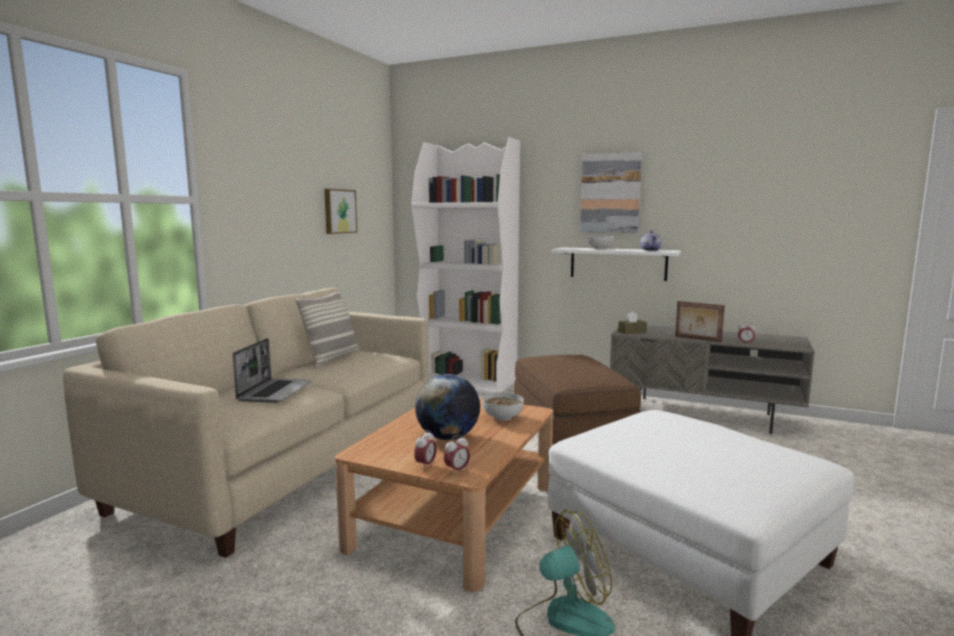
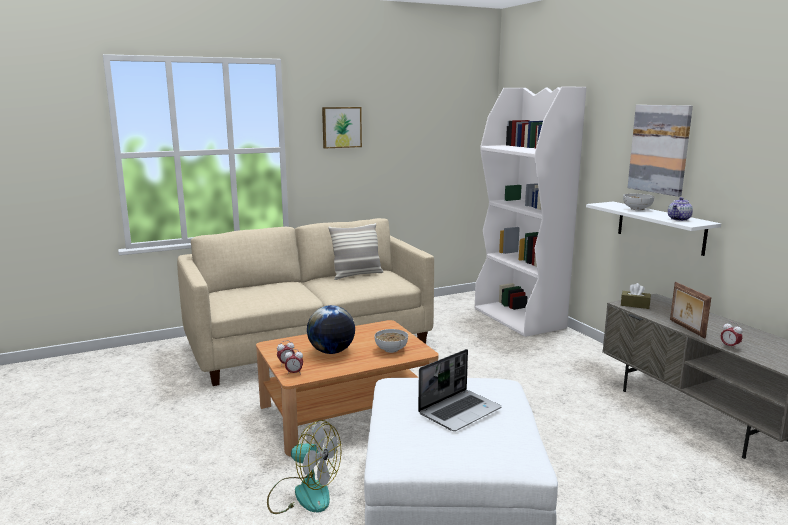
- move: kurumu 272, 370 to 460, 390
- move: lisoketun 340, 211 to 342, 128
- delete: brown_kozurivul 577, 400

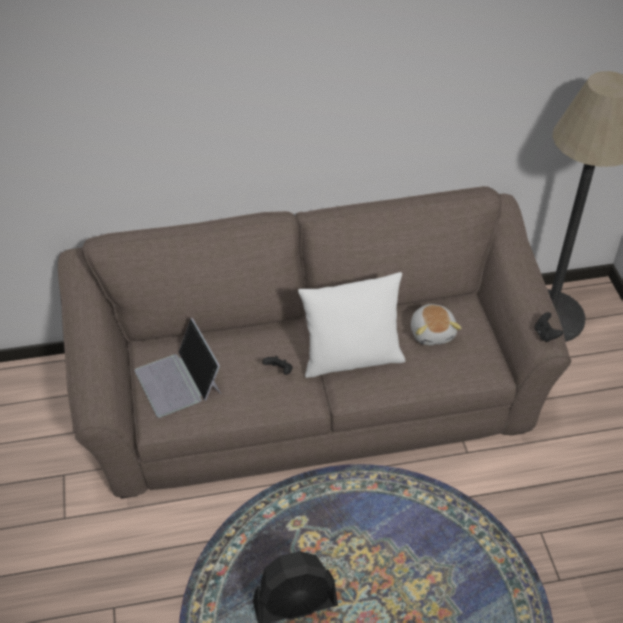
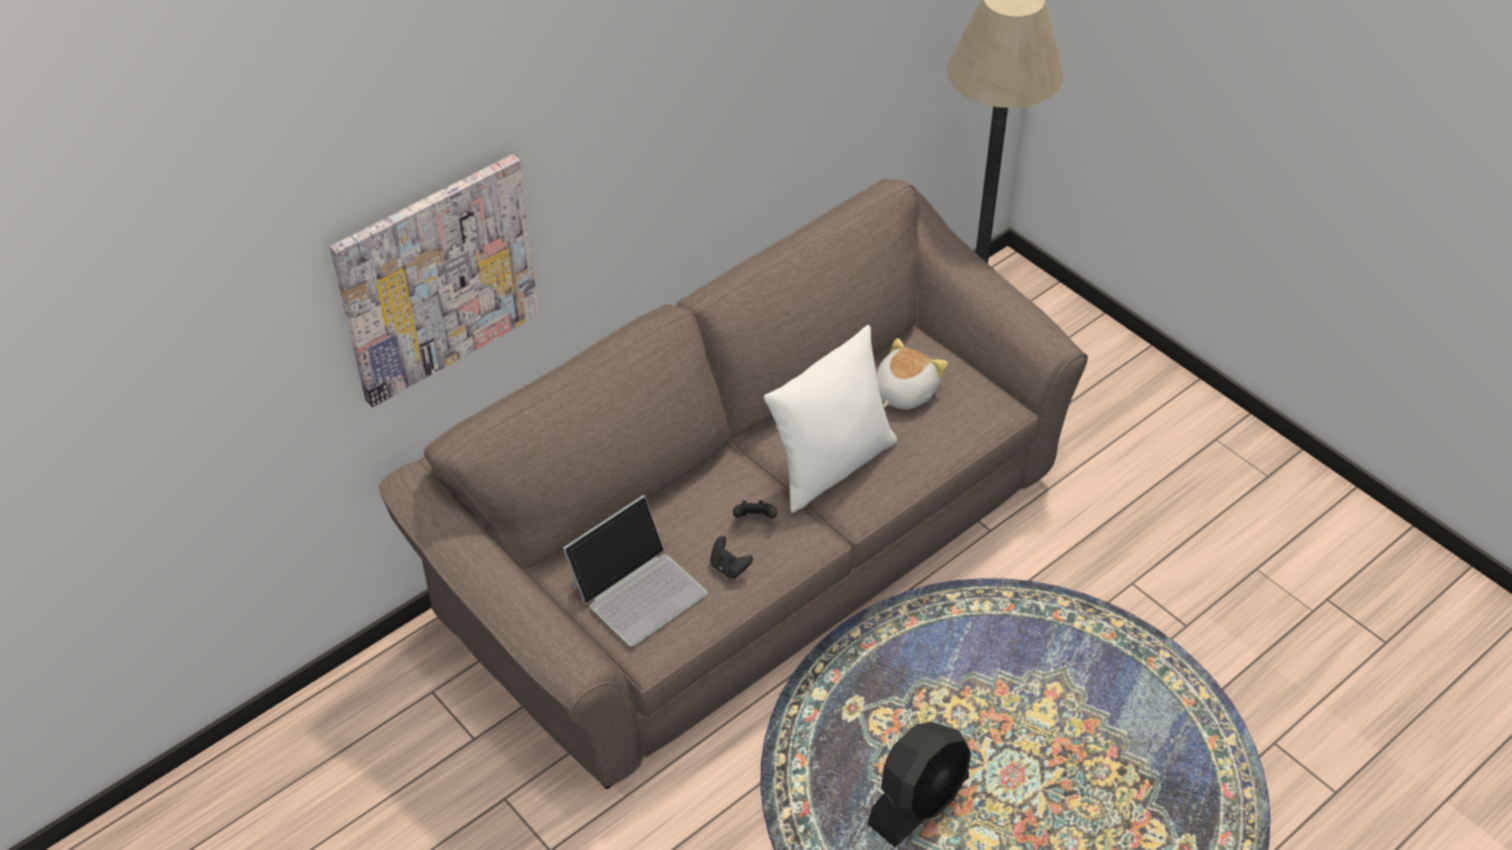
- rotate: kurumu 178, 368 = 635, 570 75 degrees counterclockwise
- rotate: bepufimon 436, 324 = 912, 373 105 degrees counterclockwise
- move: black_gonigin 548, 327 to 731, 557
- insert: lisoketun 434, 280

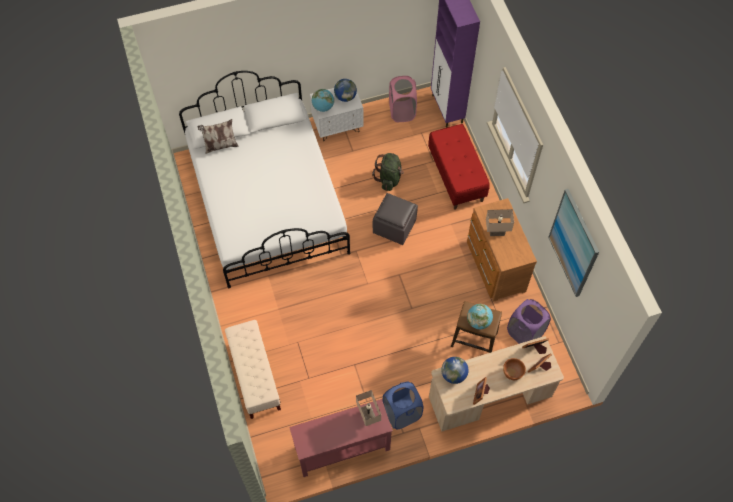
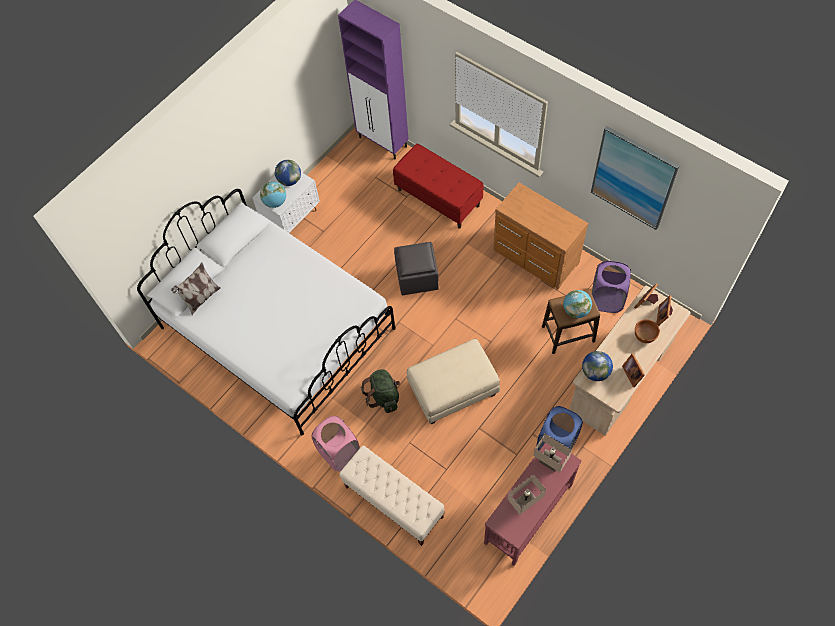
- move: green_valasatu 388, 172 to 380, 391
- move: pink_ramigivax 403, 99 to 335, 444
- move: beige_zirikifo 500, 222 to 527, 494
- insert: beige_kozurivul 453, 381

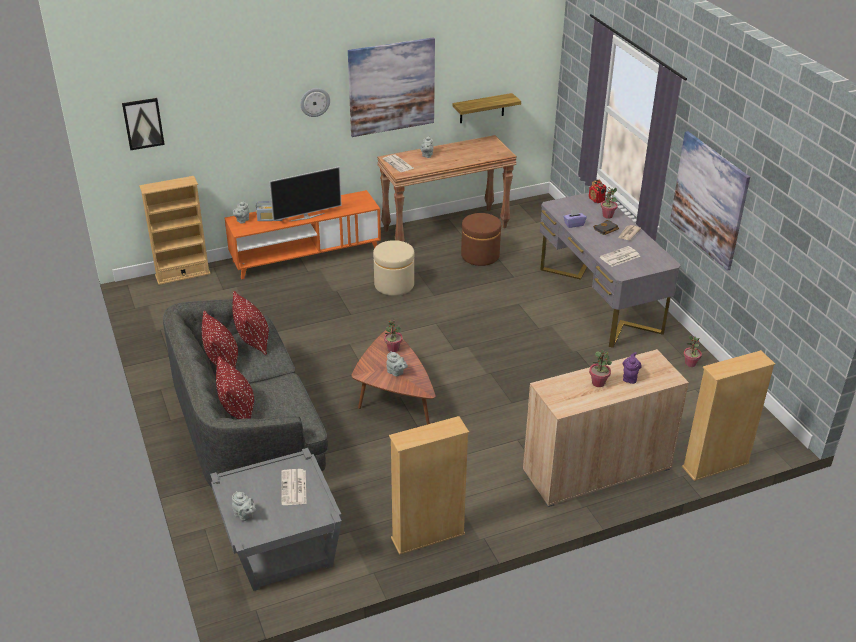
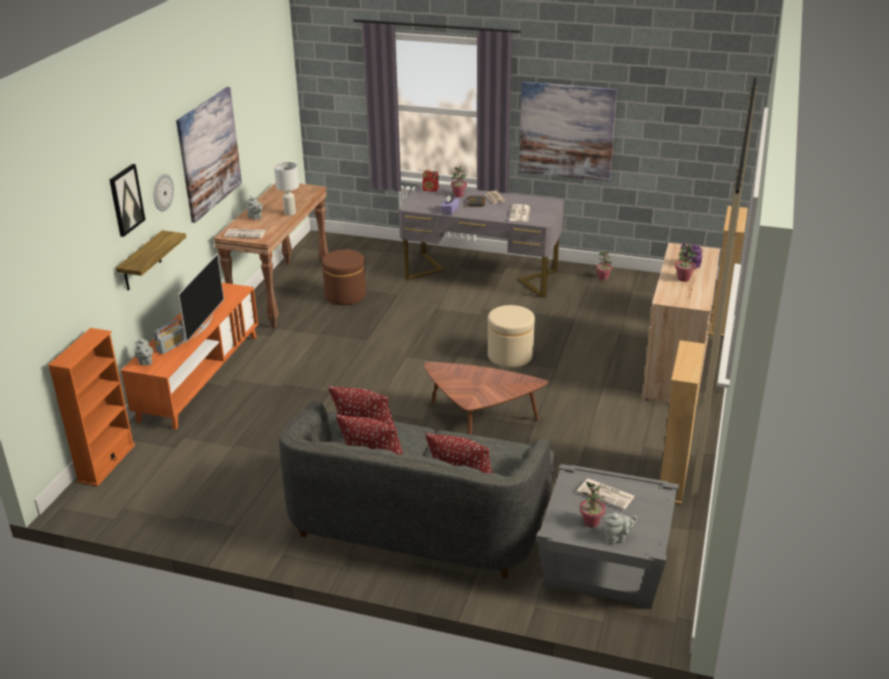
- move: lisoketun 143, 124 to 127, 200
- recolor: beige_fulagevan 175, 230 to orange_fulagevan 91, 407
- move: beige_kozurivul 394, 268 to 511, 336
- move: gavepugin 393, 335 to 592, 505
- delete: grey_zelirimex 397, 364
- move: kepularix 487, 108 to 151, 260
- insert: white_zirikifo 286, 189

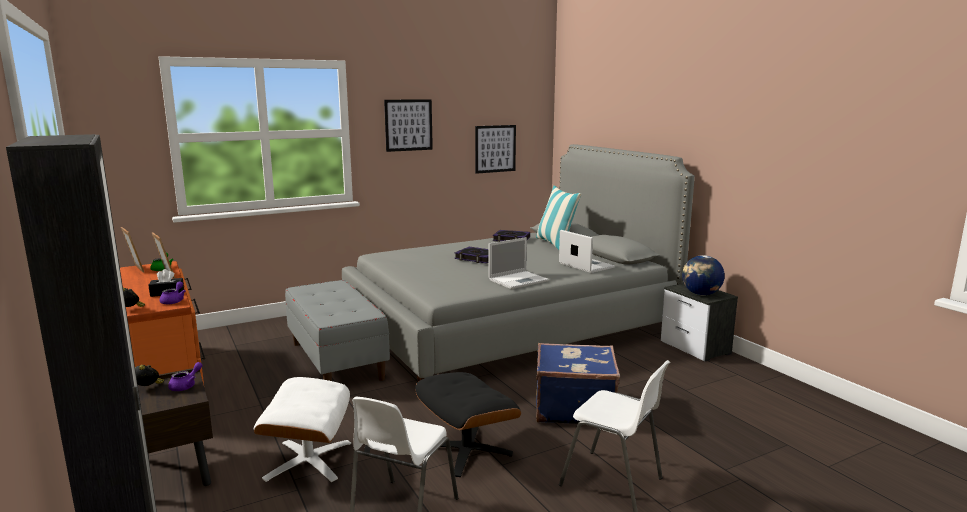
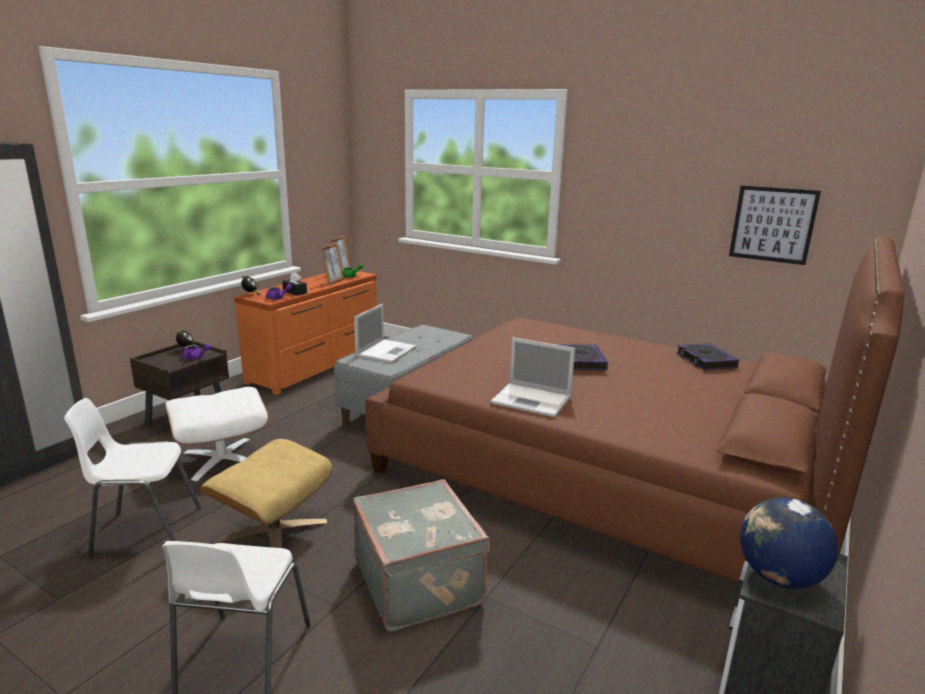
- recolor: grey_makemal 518, 262 to brown_makemal 635, 410
- delete: lisoketun 408, 125
- recolor: black_kozurivul 468, 424 to beige_kozurivul 267, 493
- delete: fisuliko 559, 218
- recolor: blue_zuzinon 578, 383 to grey_zuzinon 421, 555
- move: kurumu 587, 251 to 385, 333

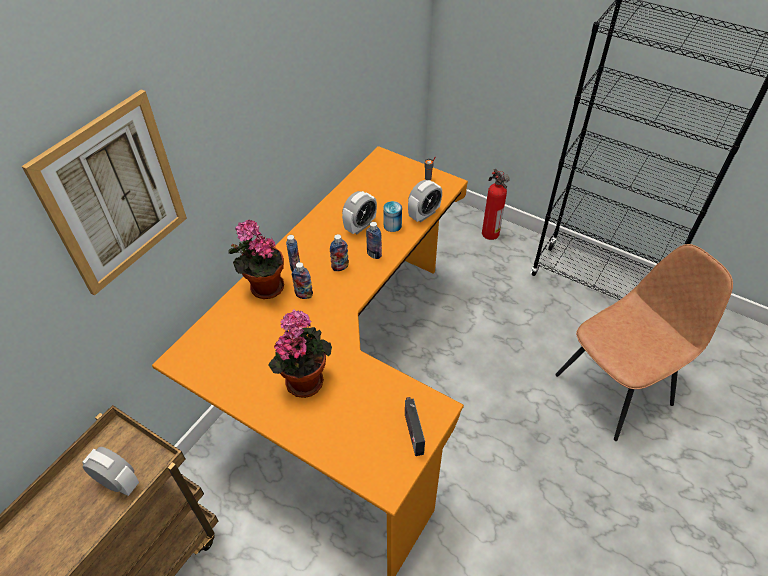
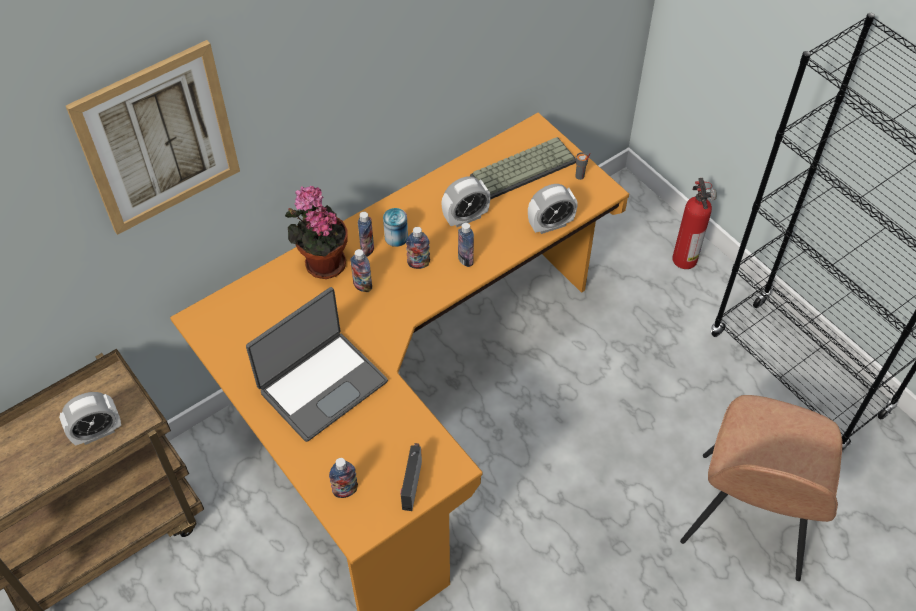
- rotate: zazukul 111, 471 = 90, 419 105 degrees clockwise
- replace: gavepugin 300, 353 to kurumu 317, 364
- move: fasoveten 392, 216 to 395, 227
- rotate: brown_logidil 644, 342 = 761, 488 120 degrees clockwise
- insert: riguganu 343, 478
- insert: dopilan 523, 168

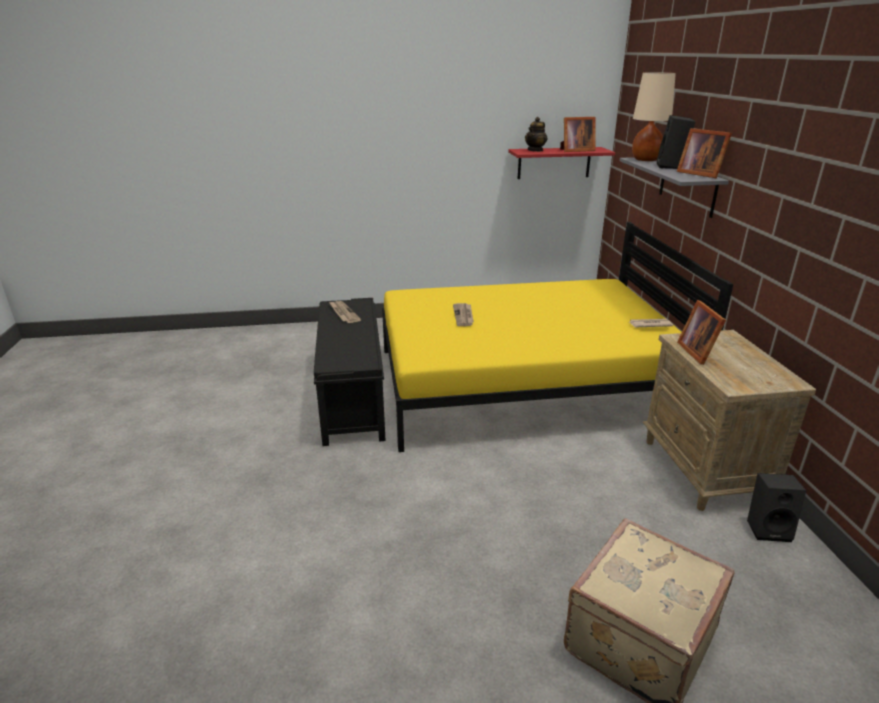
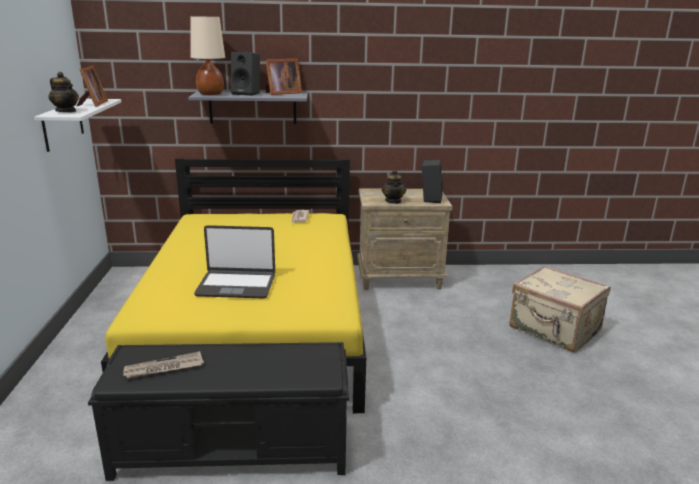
- replace: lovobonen 463, 314 to kurumu 234, 261
- recolor: red_kepularix 561, 163 to white_kepularix 77, 125
- replace: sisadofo 701, 332 to zelirimex 393, 187
- move: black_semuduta 776, 507 to 432, 181

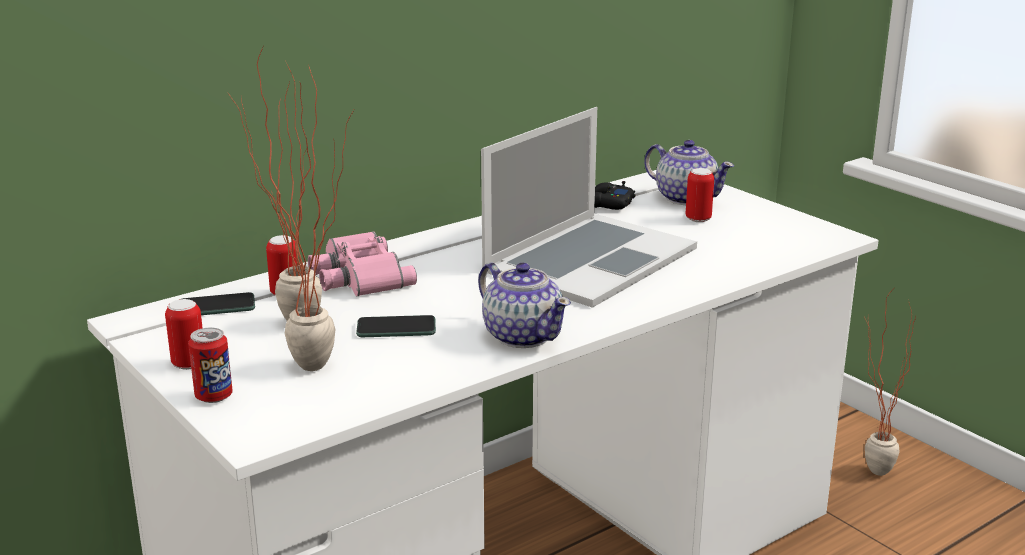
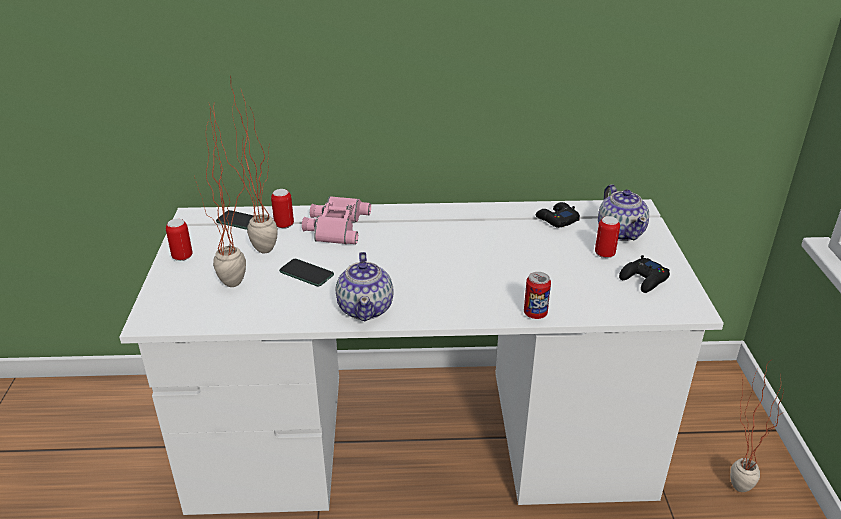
- move: fasoveten 210, 365 to 537, 295
- delete: kurumu 589, 207
- insert: black_gonigin 644, 274

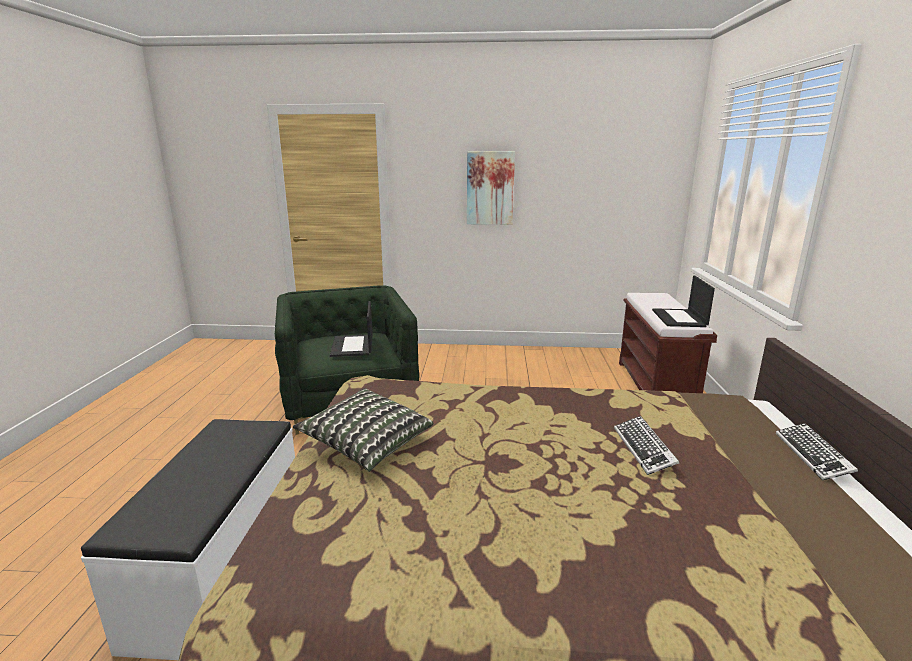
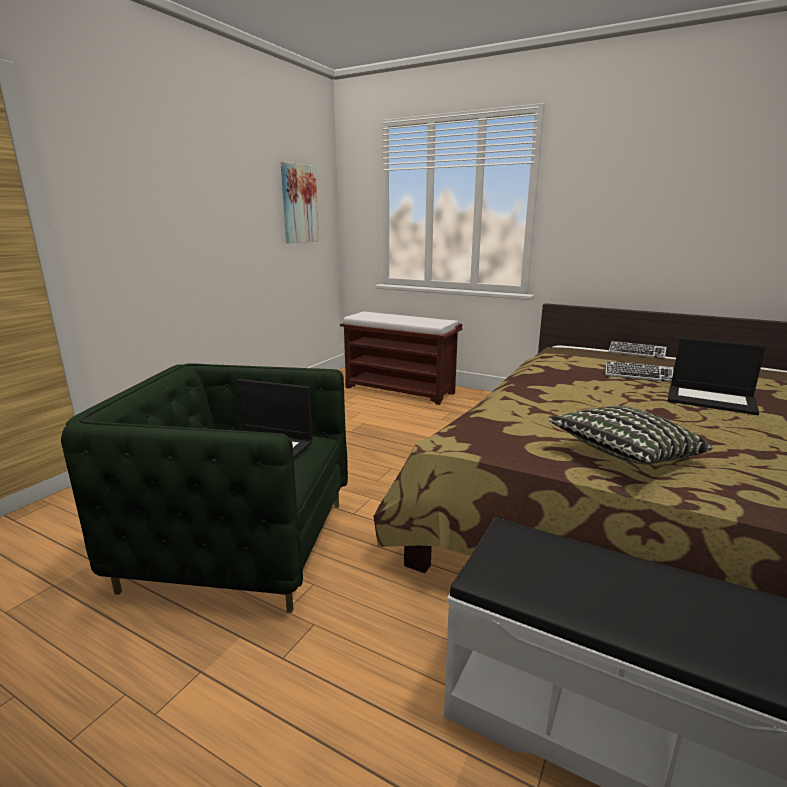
- move: lisoketun 491, 188 to 300, 202
- move: kurumu 683, 301 to 717, 376

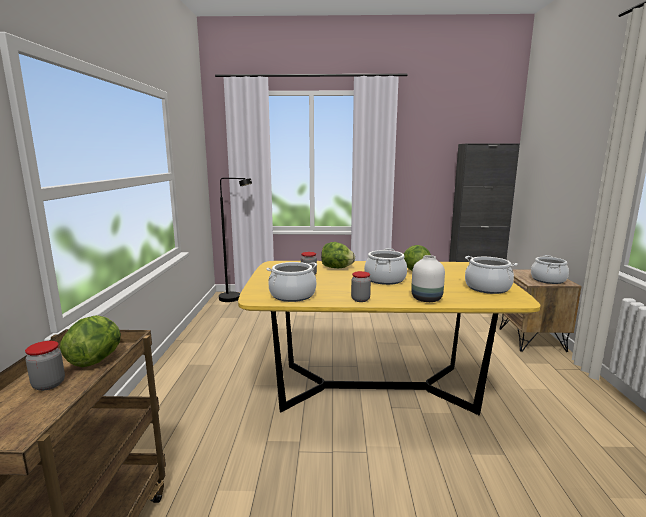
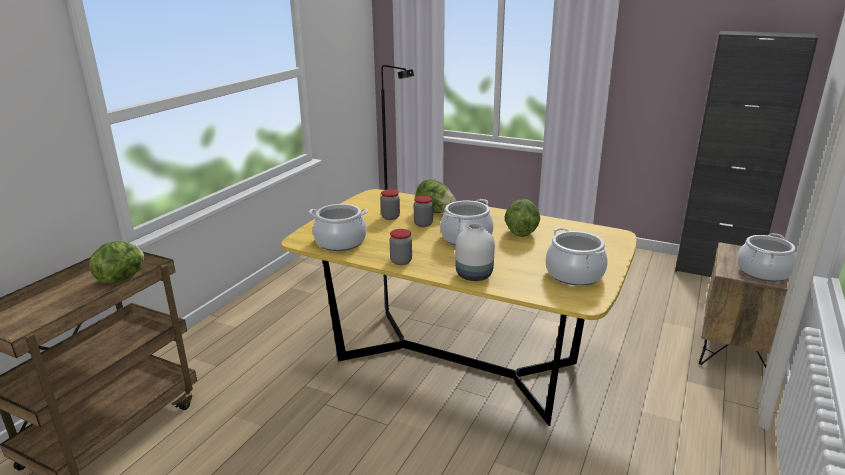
- move: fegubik 45, 366 to 423, 211

